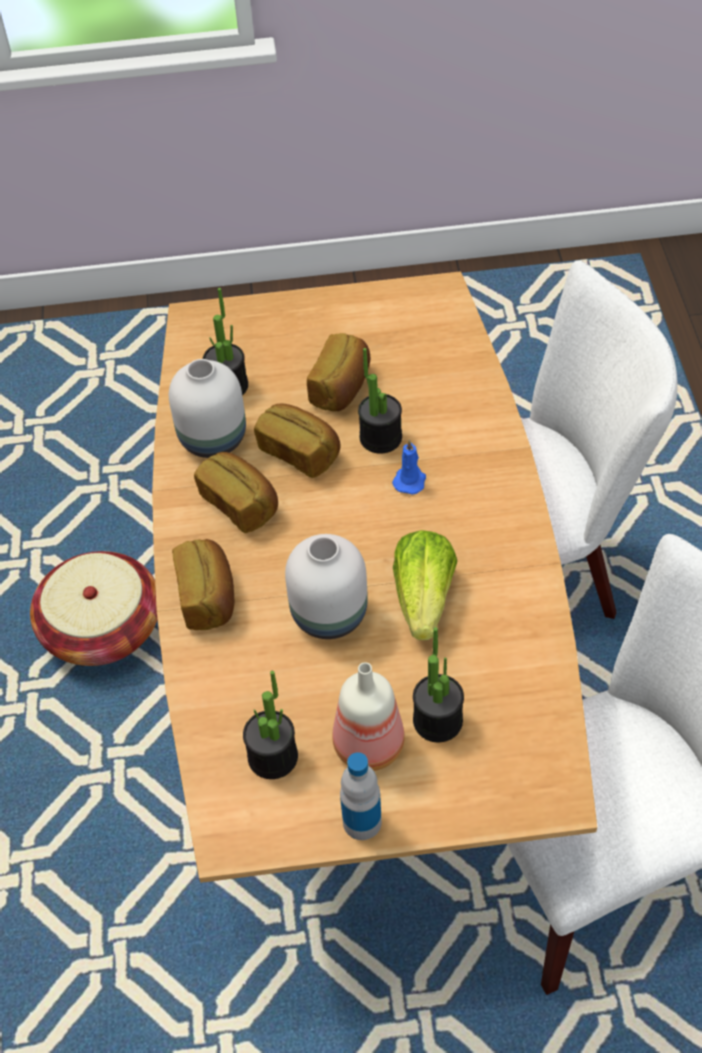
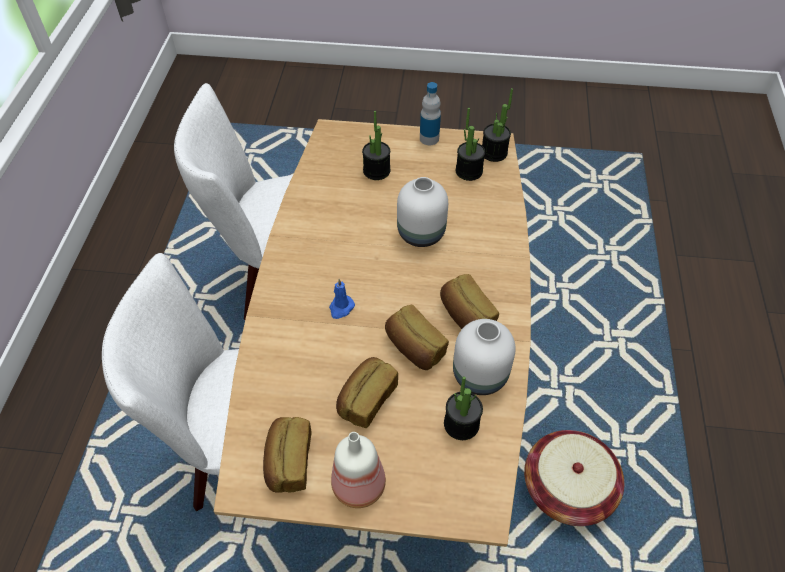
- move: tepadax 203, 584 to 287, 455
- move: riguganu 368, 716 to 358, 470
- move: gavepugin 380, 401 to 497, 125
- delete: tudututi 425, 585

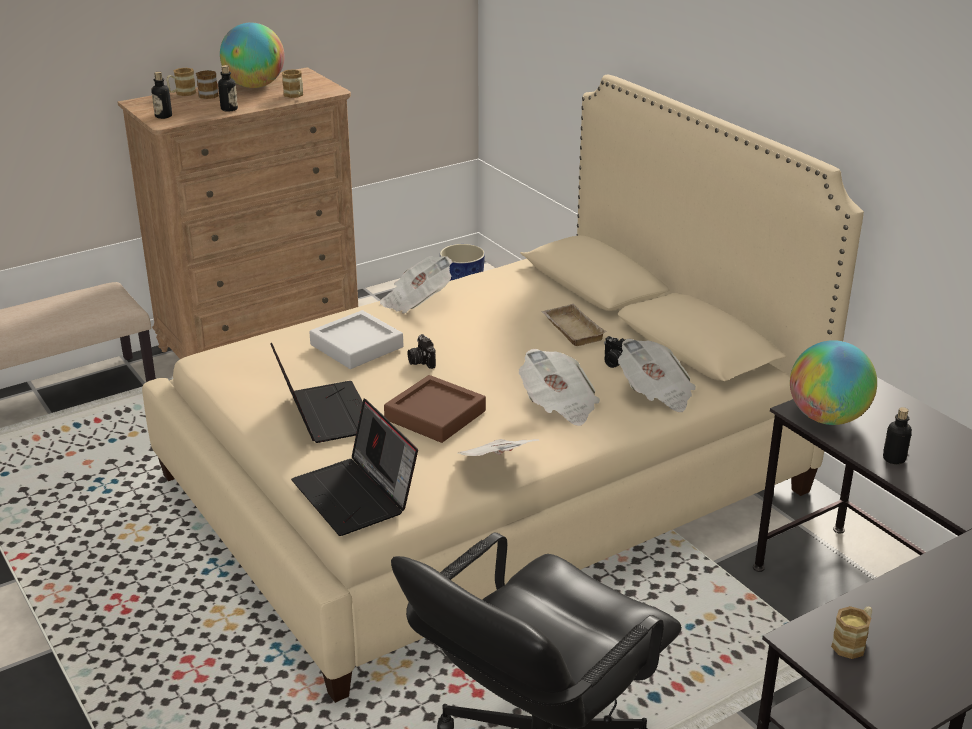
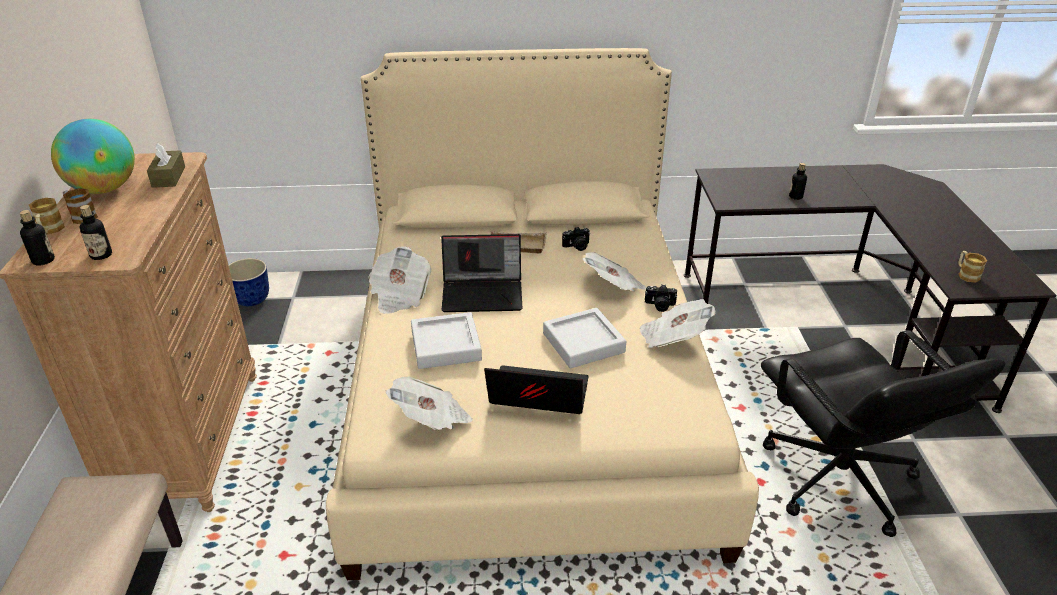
- move: riguganu 228, 88 to 37, 238
- replace: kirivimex 292, 83 to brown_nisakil 166, 165
- move: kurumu 354, 467 to 481, 273
- recolor: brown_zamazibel 435, 409 to grey_zamazibel 584, 338
- move: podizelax 422, 351 to 661, 298
- move: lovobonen 657, 375 to 429, 403
- delete: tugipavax 833, 382

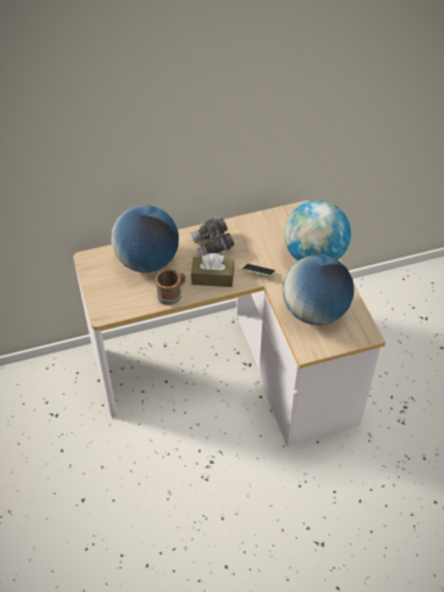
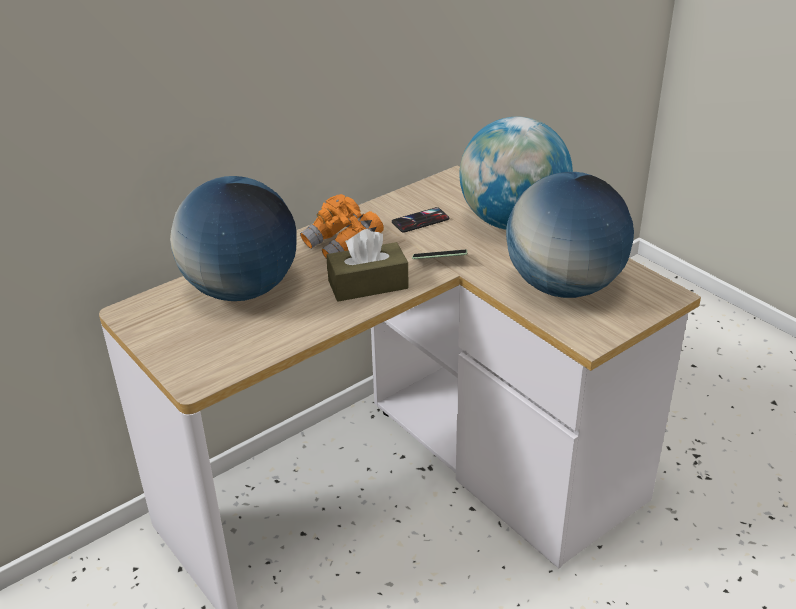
- delete: brown_kirivimex 170, 287
- recolor: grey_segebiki 212, 238 to orange_segebiki 342, 226
- insert: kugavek 420, 220

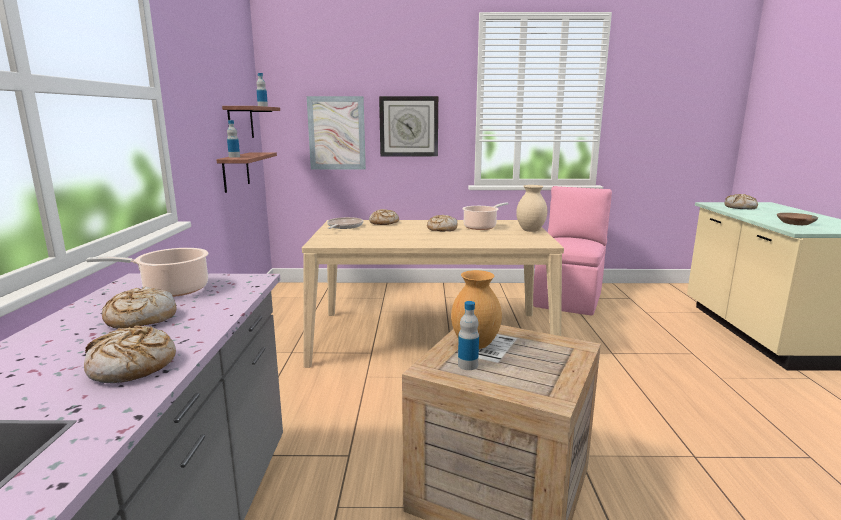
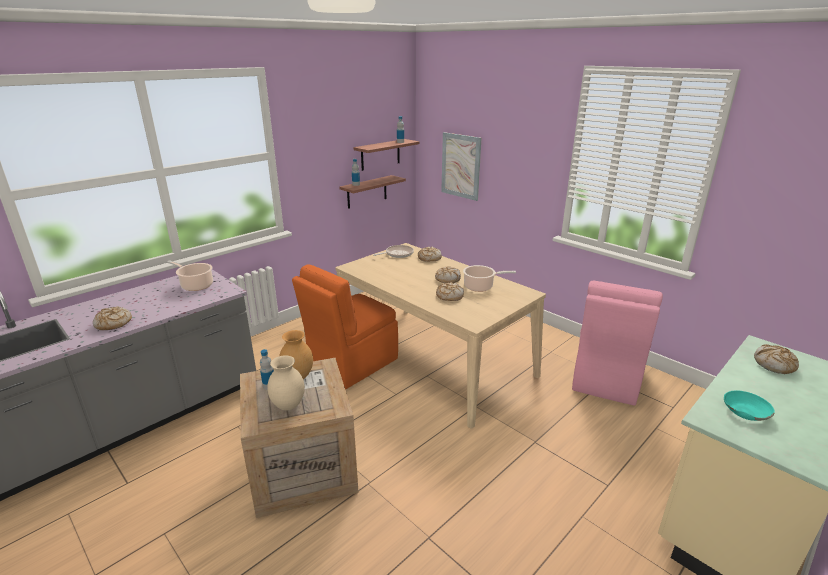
- move: tepadax 139, 307 to 450, 291
- delete: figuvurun 408, 126
- move: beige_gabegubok 531, 208 to 286, 383
- rotate: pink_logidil 572, 250 = 617, 343 135 degrees clockwise
- recolor: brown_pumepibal 797, 219 to turquoise_pumepibal 749, 405
- insert: orange_logidil 345, 327

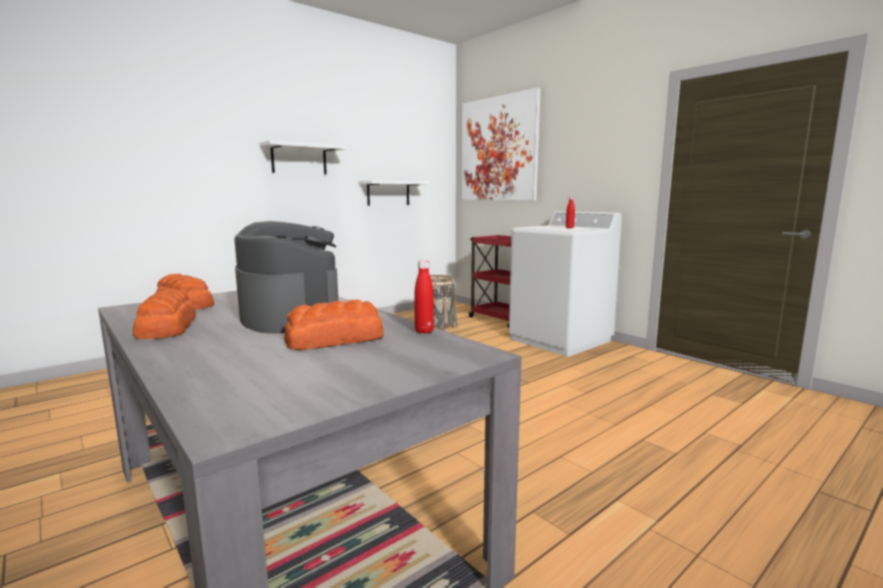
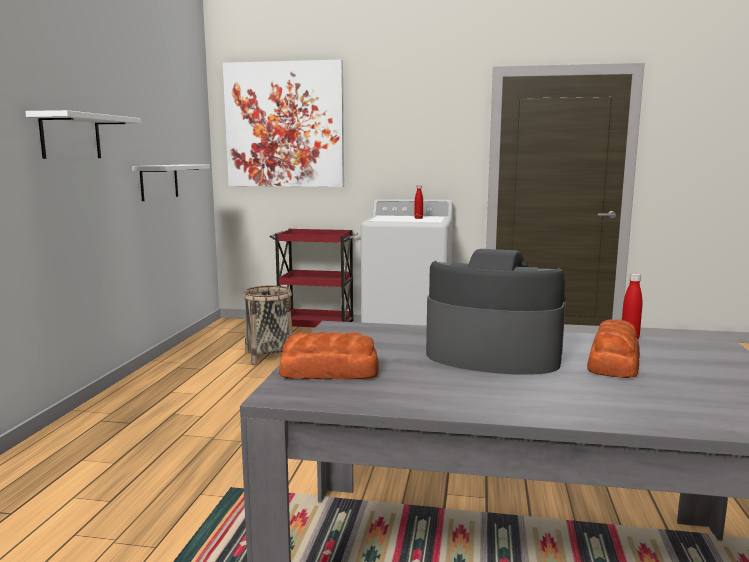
- delete: tepadax 164, 313

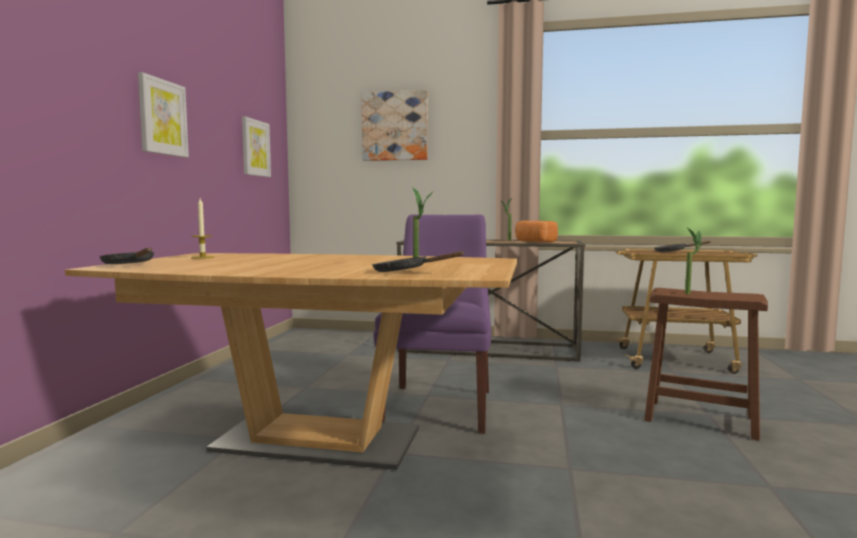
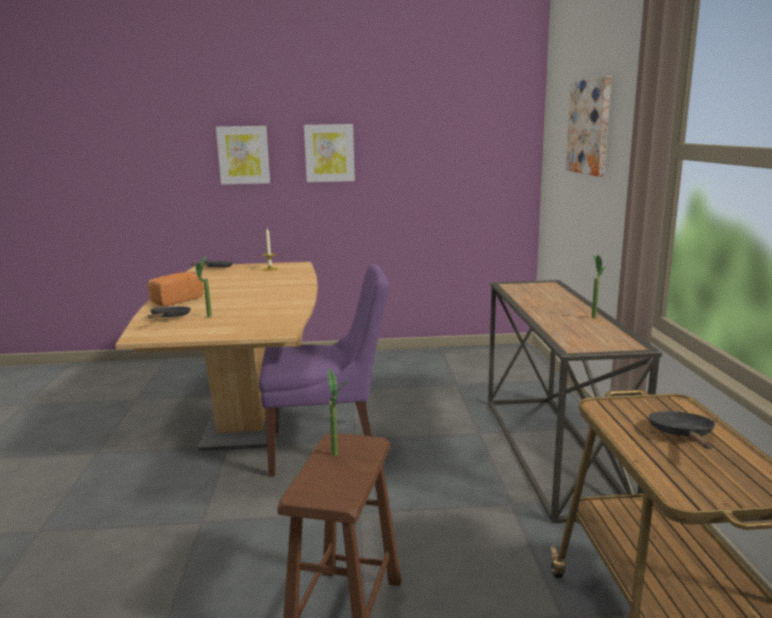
- move: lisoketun 256, 146 to 243, 155
- move: tepadax 536, 231 to 176, 289

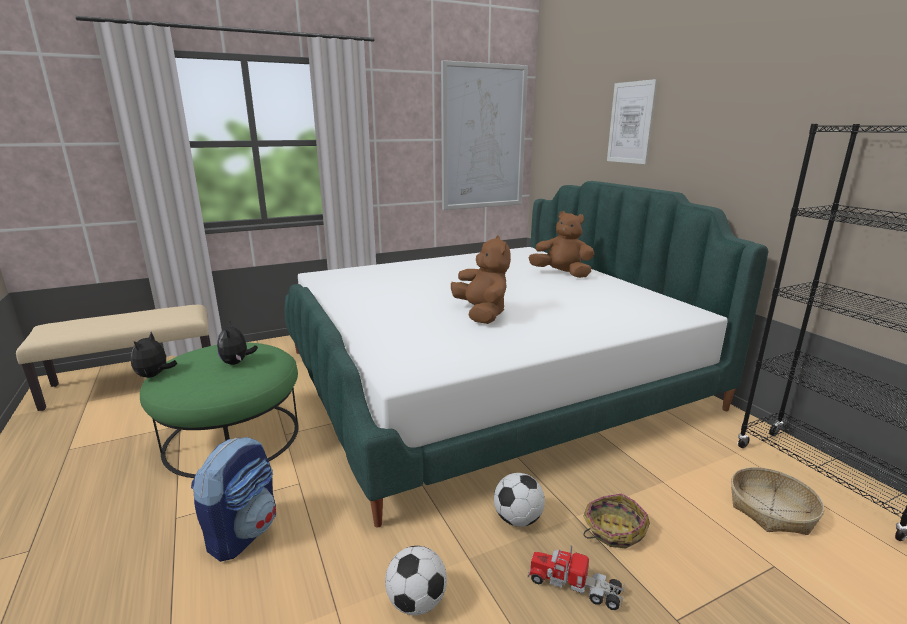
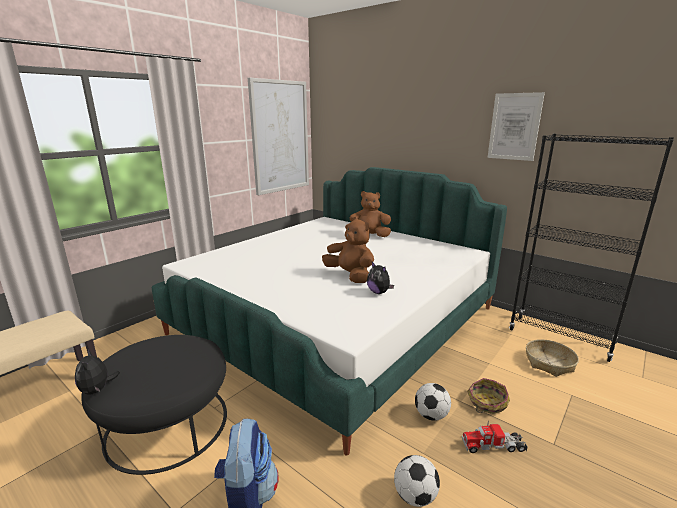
- recolor: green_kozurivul 219, 410 to black_kozurivul 154, 405
- move: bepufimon 237, 343 to 380, 278
- move: lisoketun 632, 121 to 516, 126

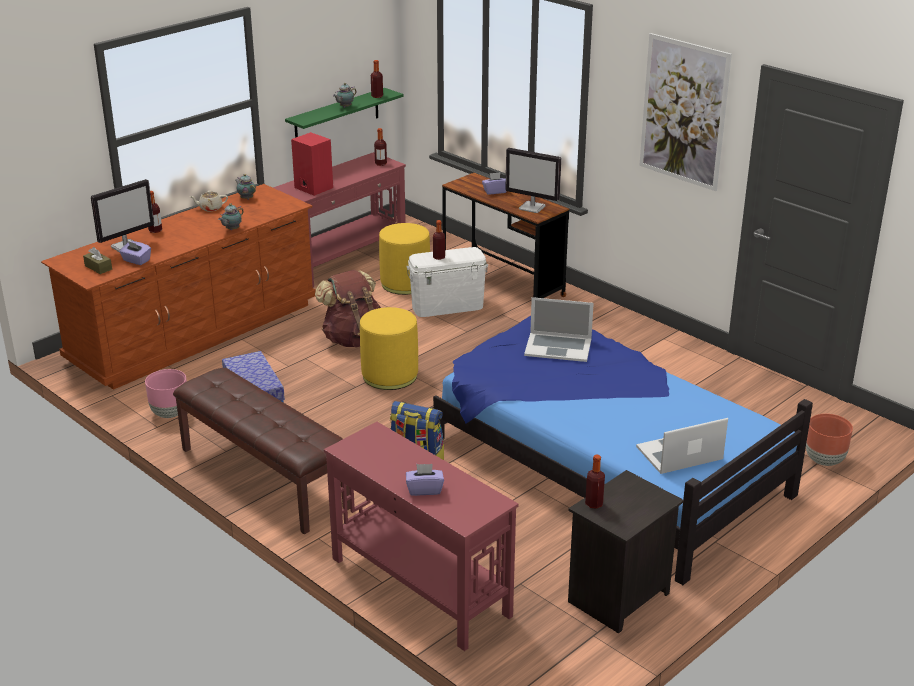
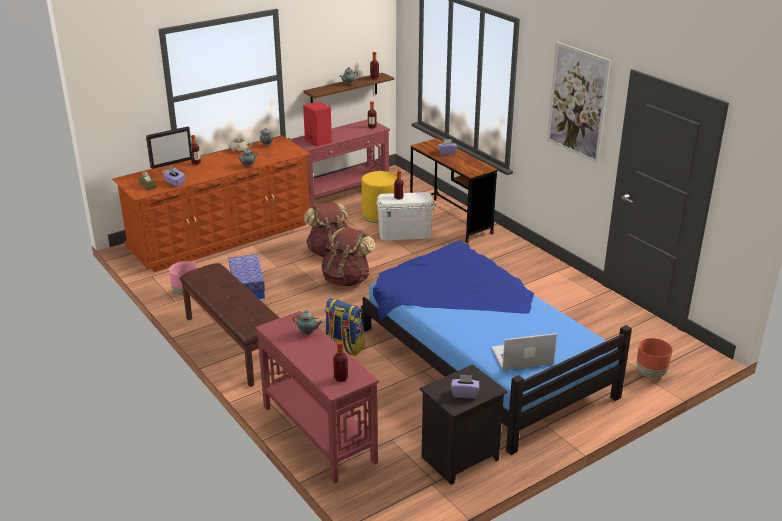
- recolor: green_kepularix 344, 113 to brown_kepularix 348, 88
- replace: yellow_kozurivul 389, 348 to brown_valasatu 348, 257
- move: purple_nisakil 425, 480 to 465, 387
- delete: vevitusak 533, 180
- delete: kurumu 559, 329
- move: riguganu 595, 482 to 340, 361
- insert: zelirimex 307, 322

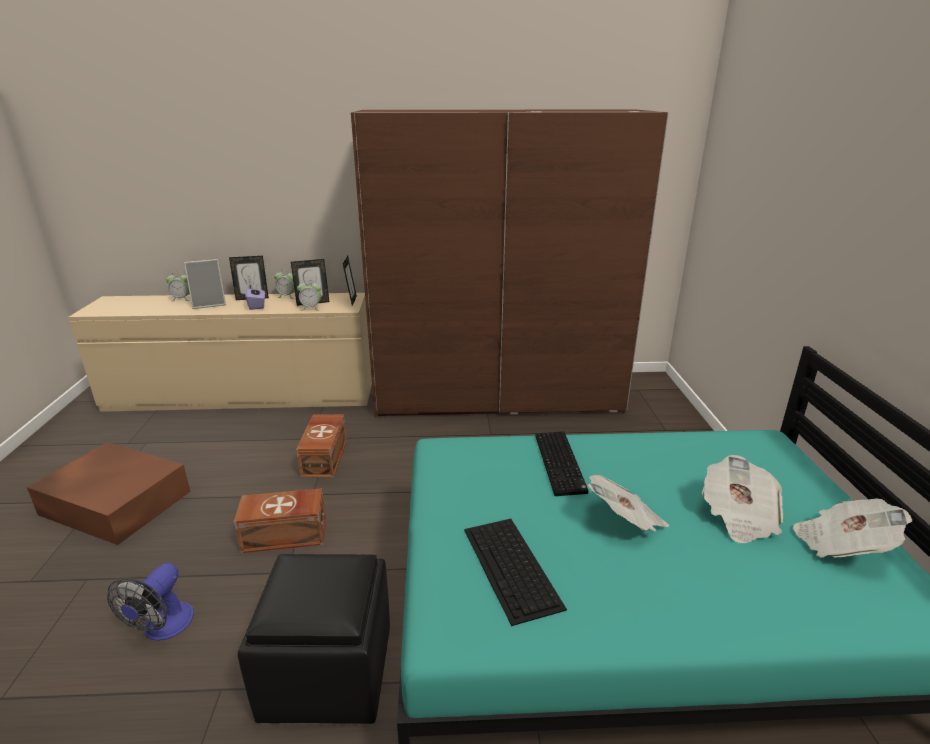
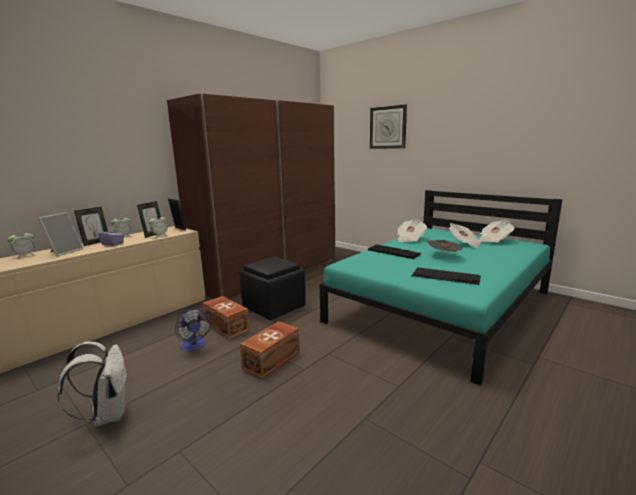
- replace: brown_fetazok 108, 493 to white_valasatu 93, 384
- move: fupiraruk 150, 602 to 193, 330
- move: black_kozurivul 314, 639 to 272, 288
- insert: figuvurun 388, 126
- insert: lovobonen 412, 230

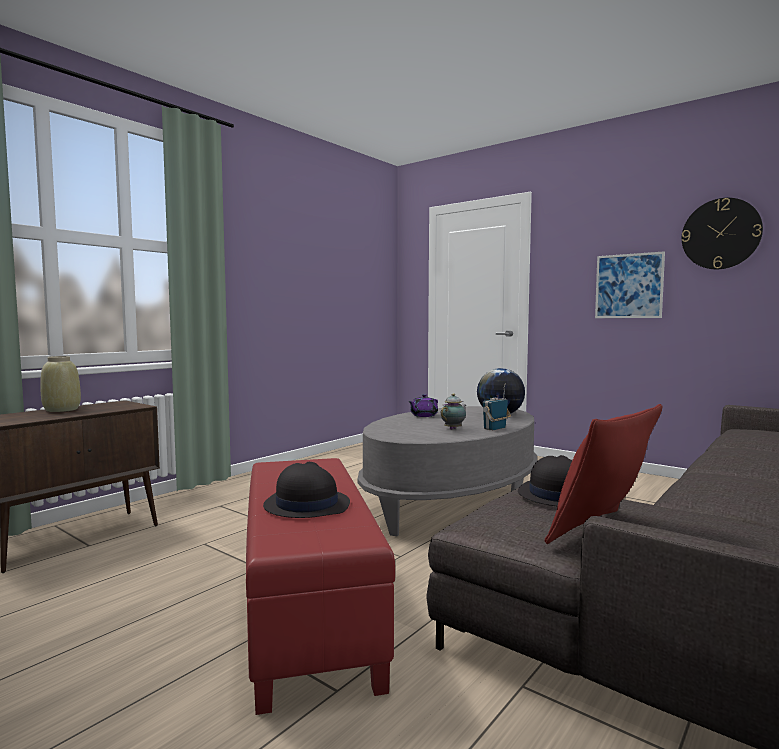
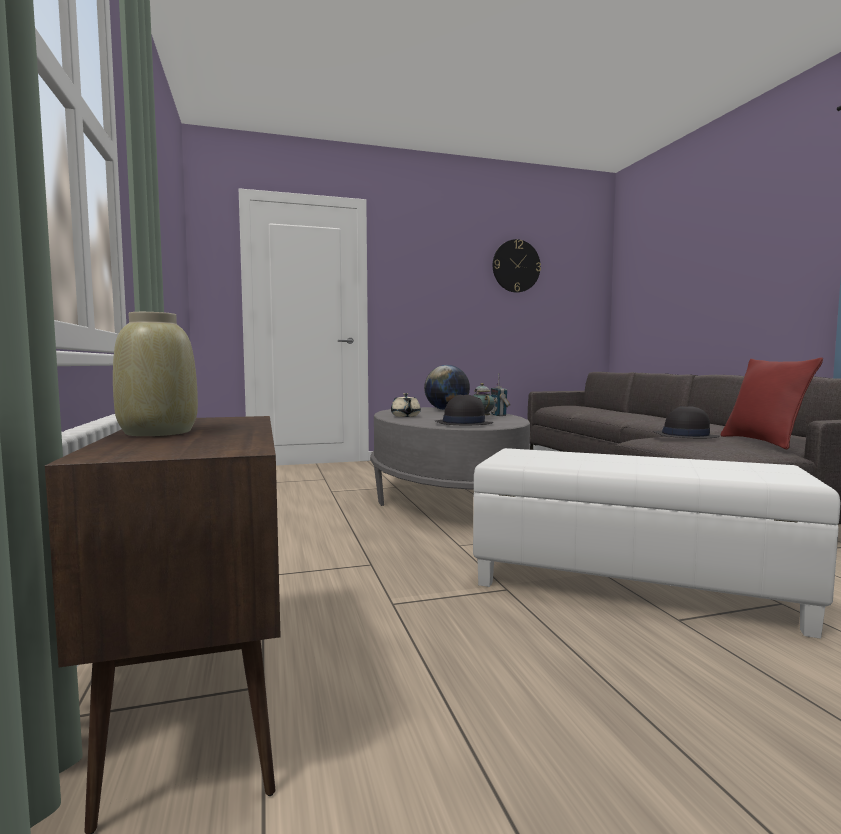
- recolor: red_kozurivul 320, 586 to white_kozurivul 656, 543
- move: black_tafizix 306, 490 to 463, 410
- recolor: purple_zelirimex 423, 405 to beige_zelirimex 406, 405
- delete: lisoketun 630, 284

